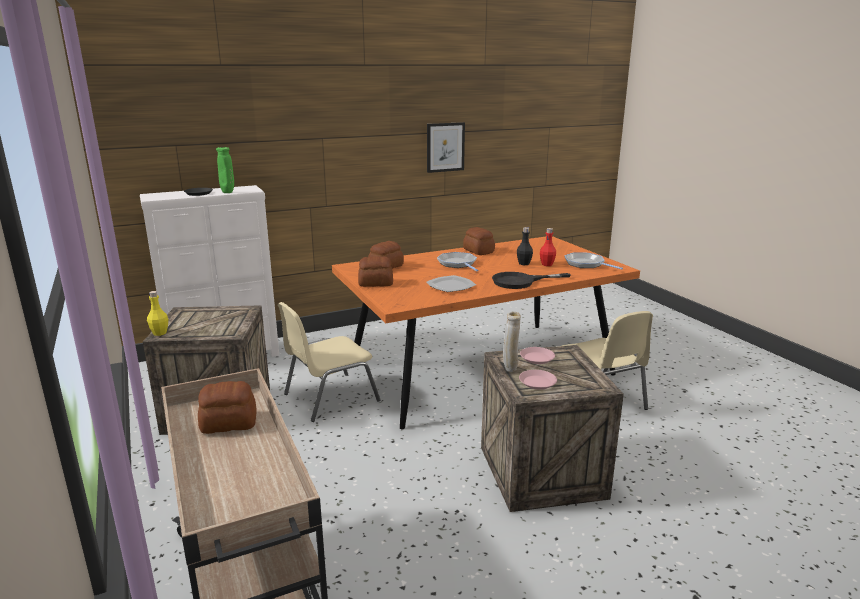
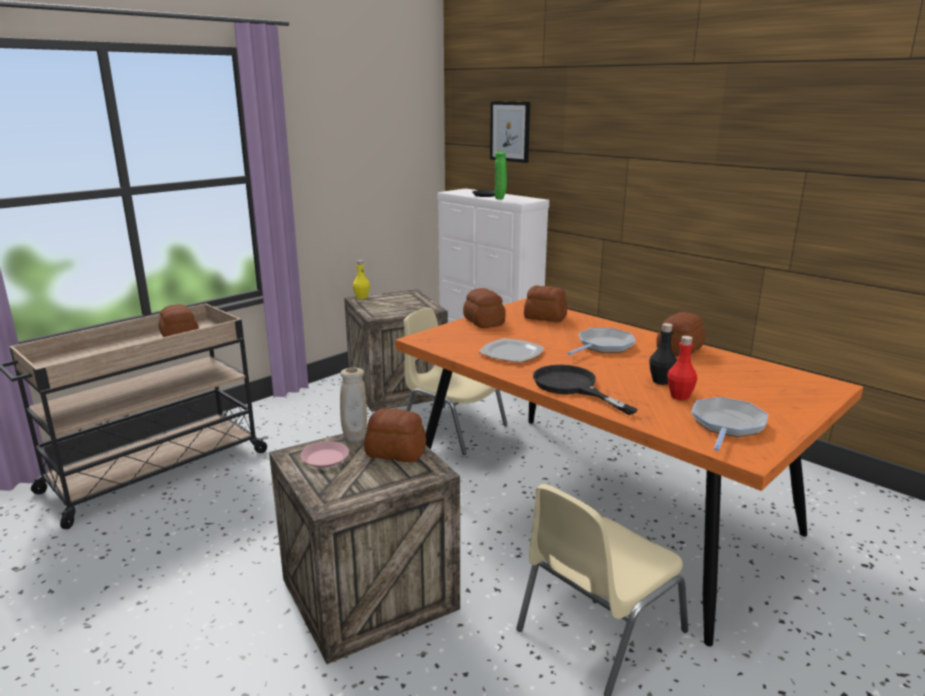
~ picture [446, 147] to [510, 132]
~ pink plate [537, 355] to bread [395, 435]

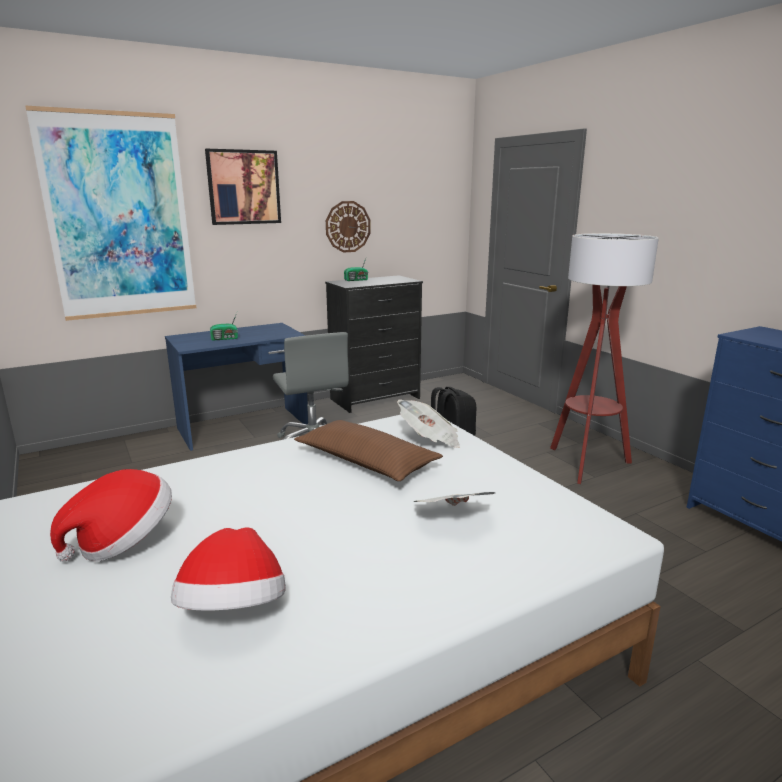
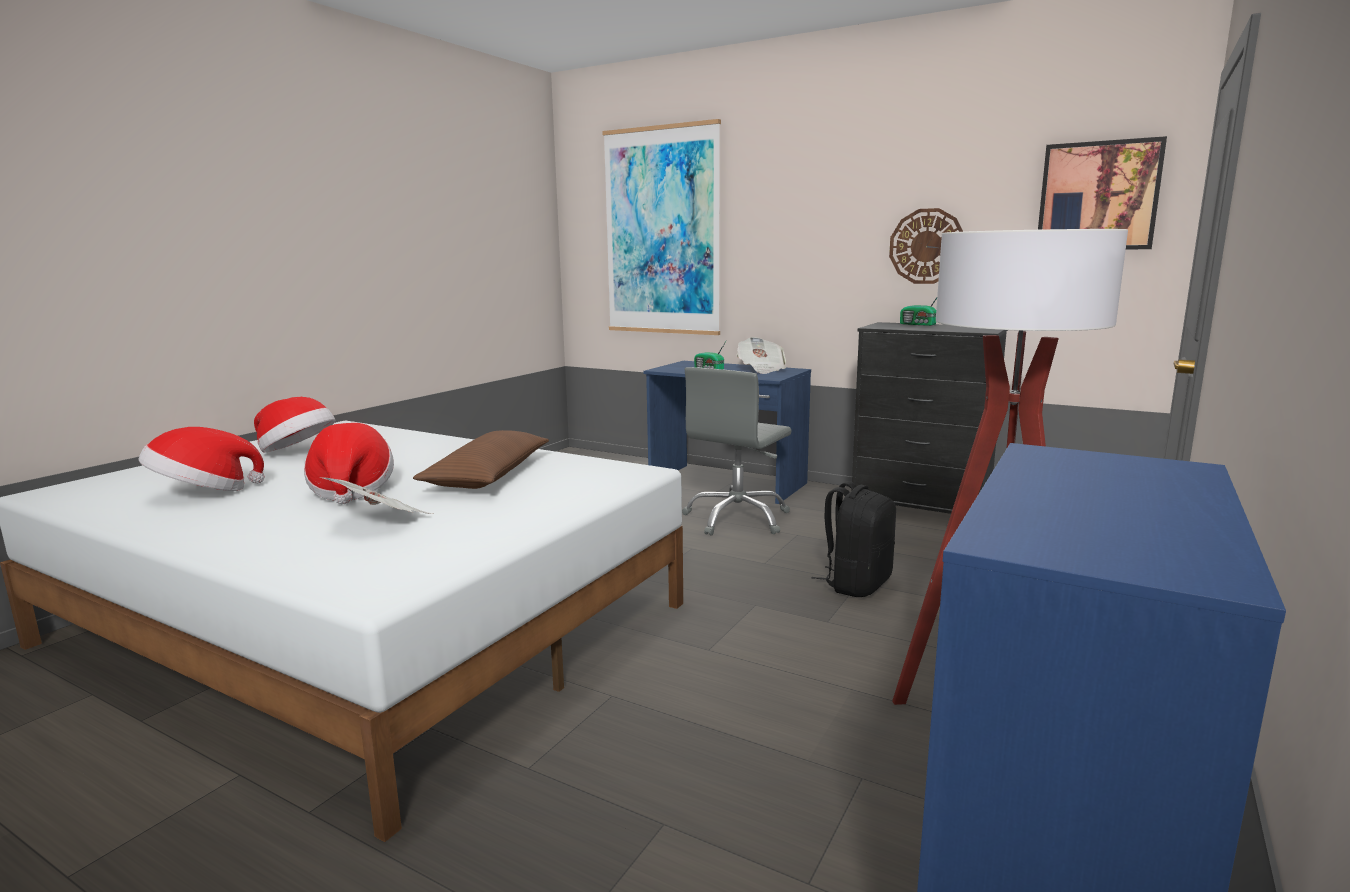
~ picture [243, 187] to [1102, 193]
~ newspaper [428, 423] to [761, 355]
+ hat [349, 463]

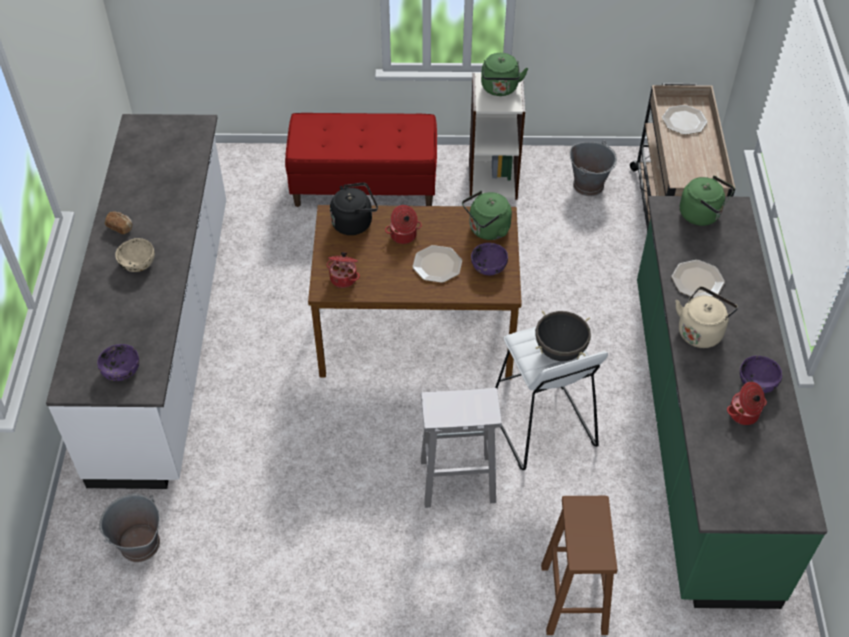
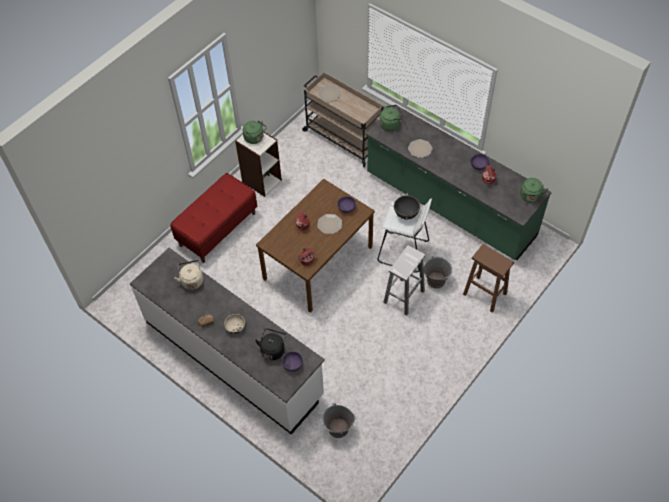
~ grey bucket [593, 168] to [438, 272]
~ black kettle [354, 208] to [270, 344]
~ green kettle [487, 215] to [534, 190]
~ beige kettle [707, 317] to [188, 275]

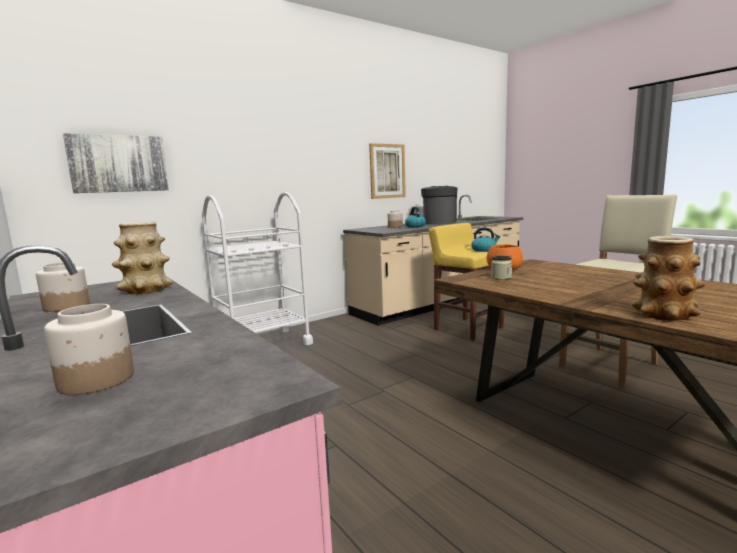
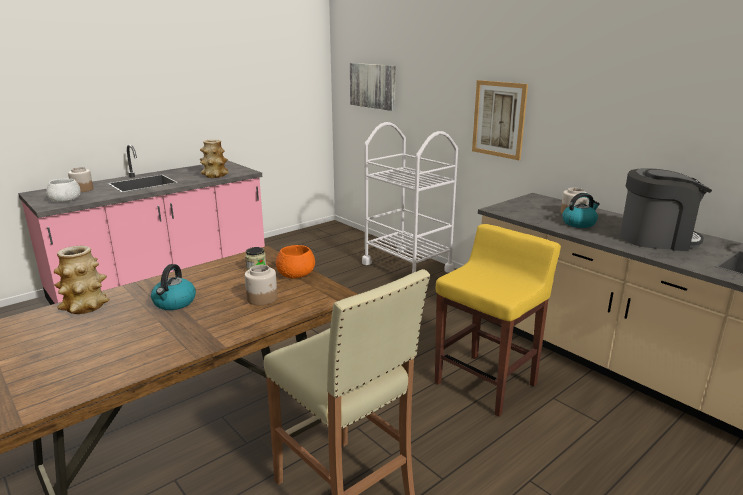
~ picture [387, 171] to [500, 120]
~ kettle [485, 239] to [173, 287]
~ jar [63, 287] to [261, 285]
+ white bowl [63, 191]

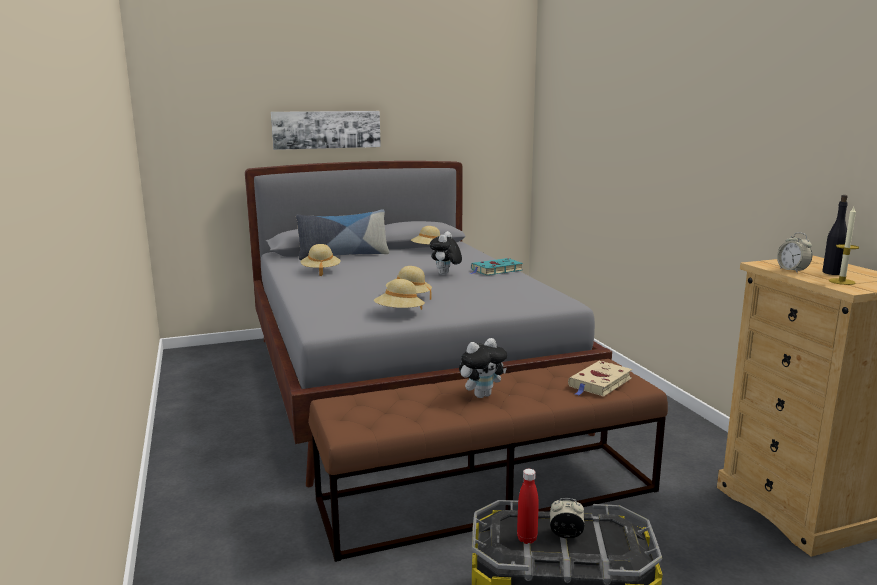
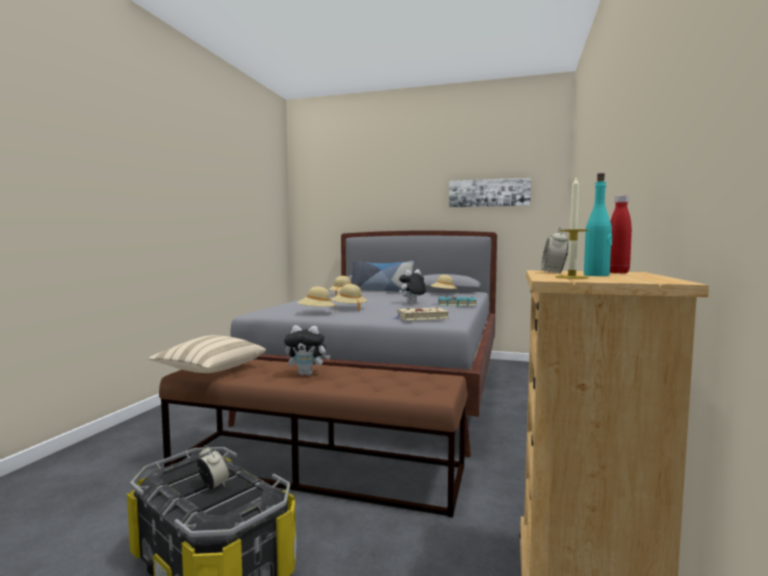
~ picture [326, 130] to [490, 192]
~ black bottle [835, 235] to turquoise bottle [598, 224]
~ beige book [600, 379] to [420, 314]
~ red bottle [528, 506] to [621, 234]
+ beige pillow [207, 354]

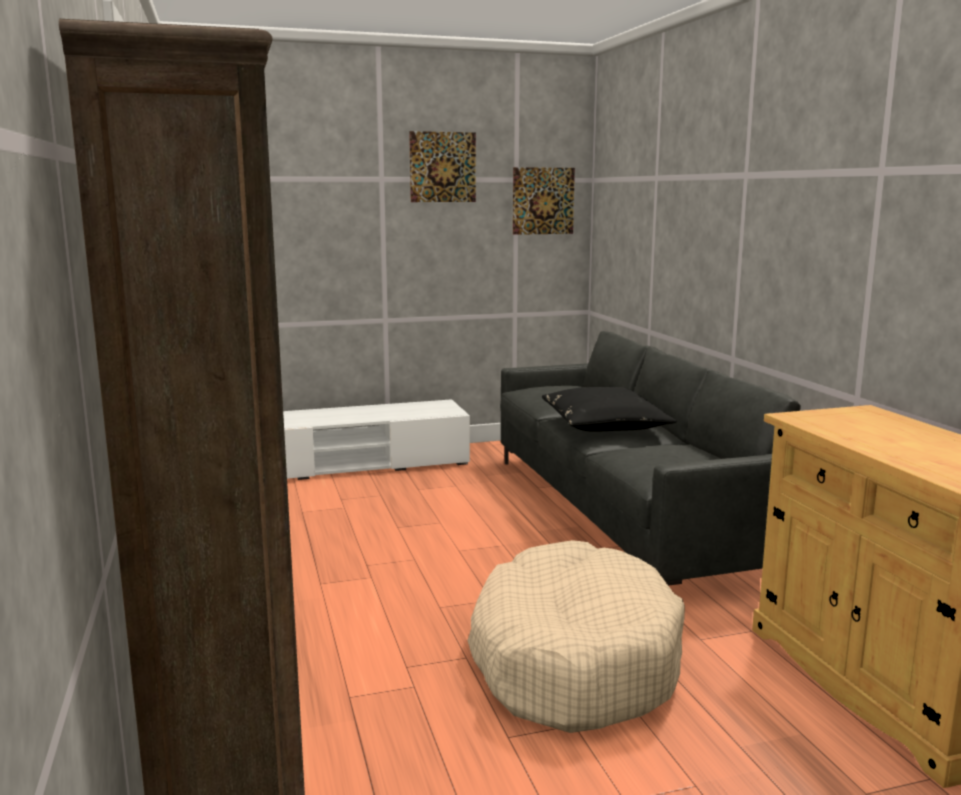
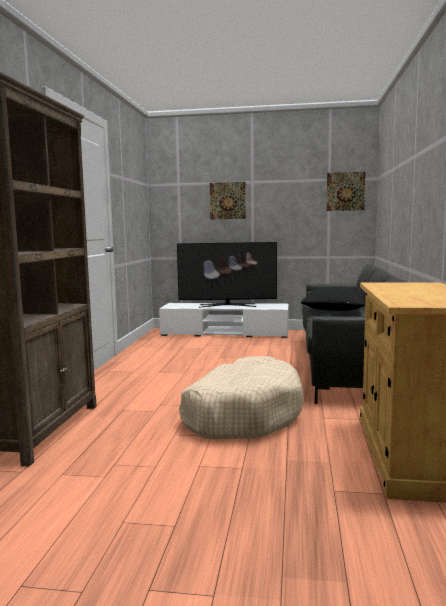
~ picture [442, 166] to [228, 200]
+ television [227, 275]

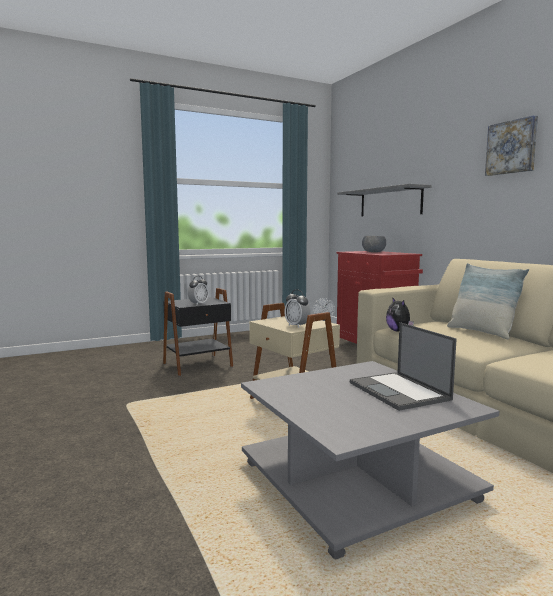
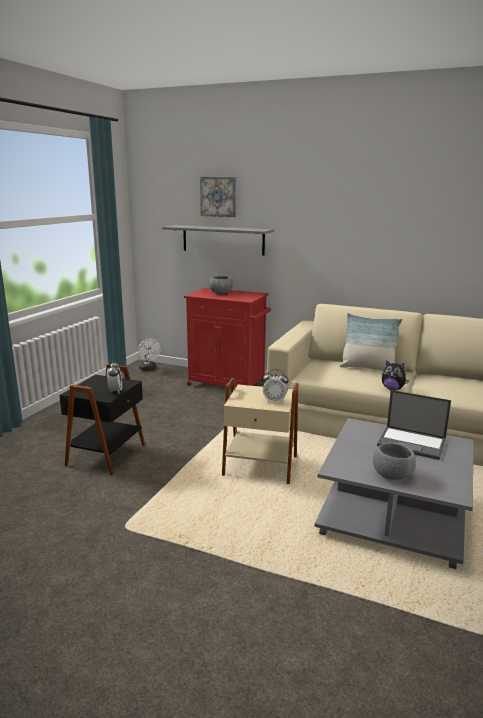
~ picture [511, 145] to [218, 197]
~ plush toy [400, 314] to [395, 375]
+ grey bowl [394, 461]

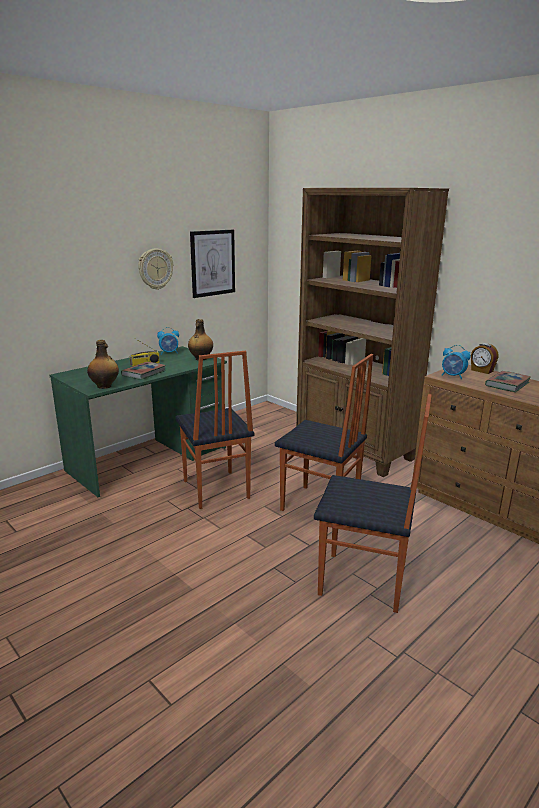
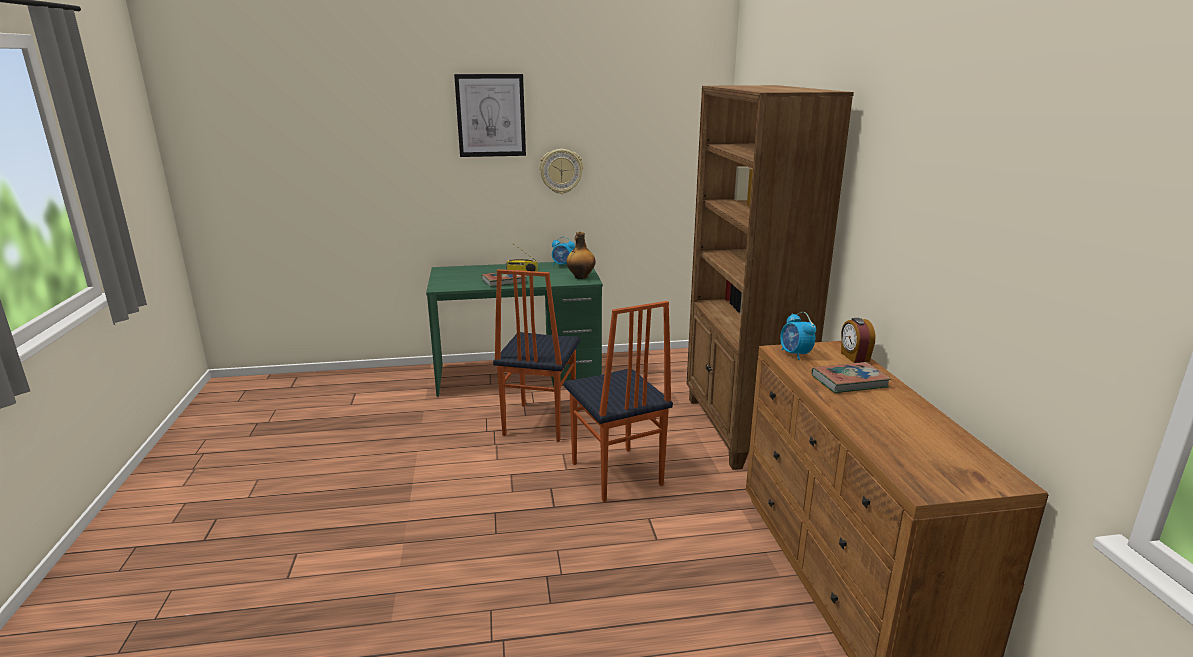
~ picture [212, 264] to [490, 115]
- bottle [103, 364]
- chair [373, 503]

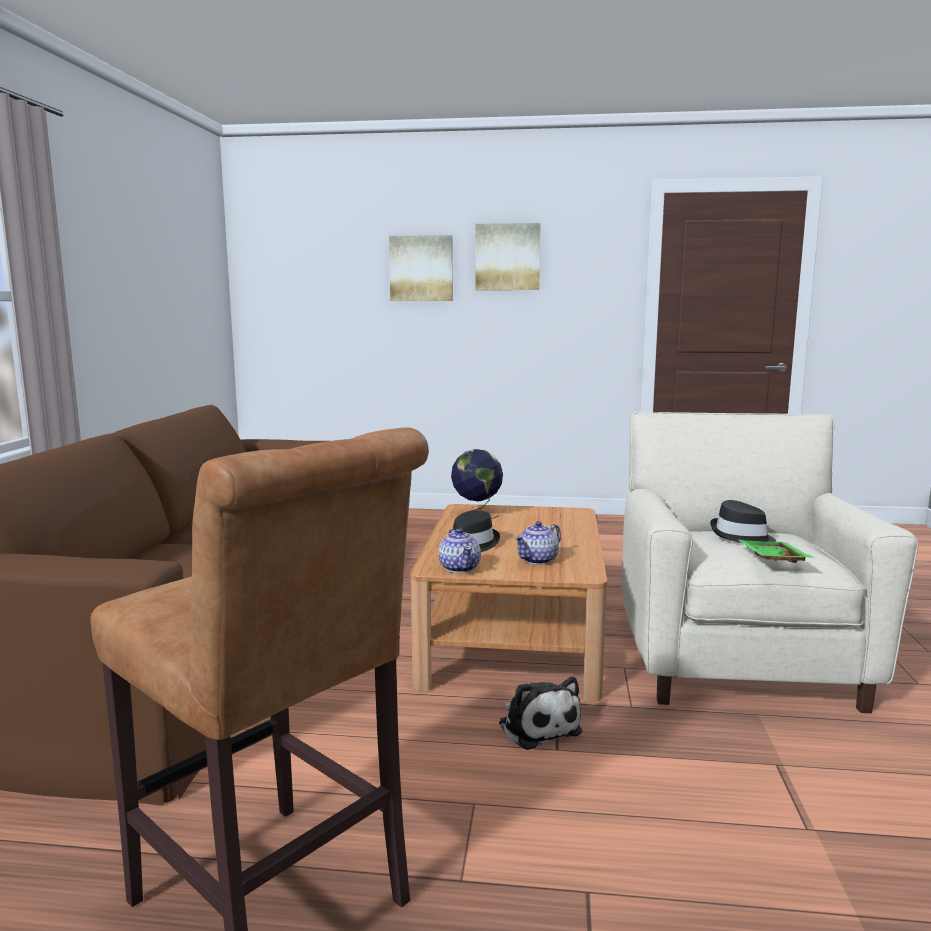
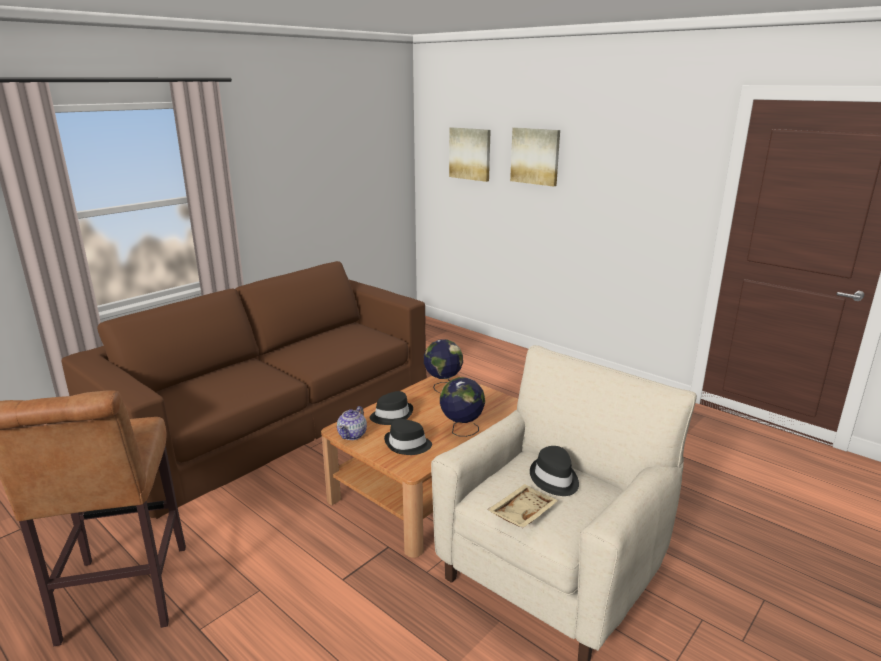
~ picture [507, 256] to [470, 154]
~ teapot [538, 543] to black hat [408, 437]
~ green tray [777, 551] to beige tray [523, 506]
- plush toy [540, 713]
+ globe [462, 407]

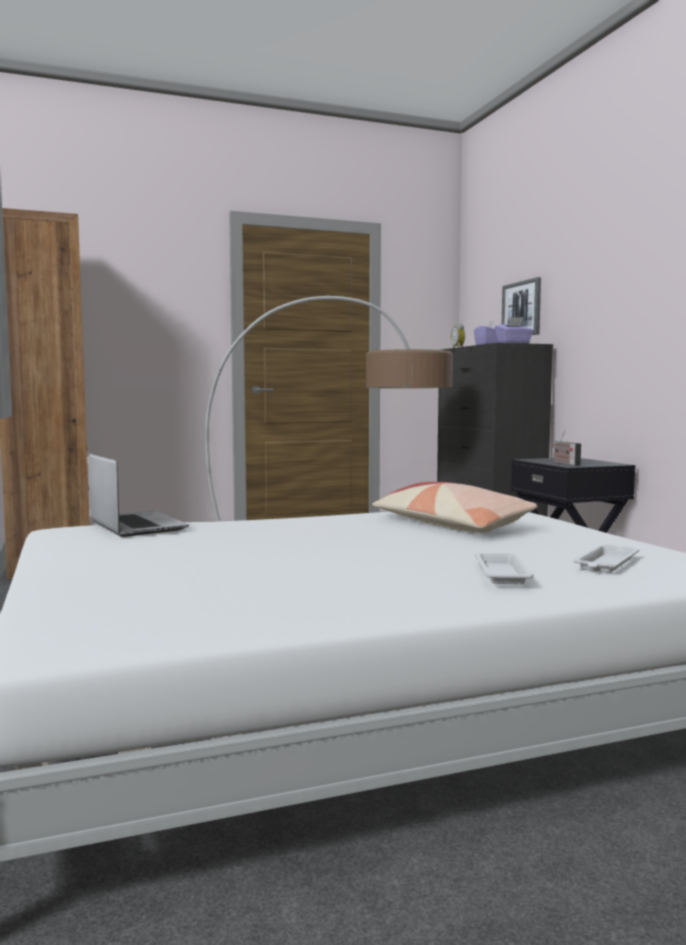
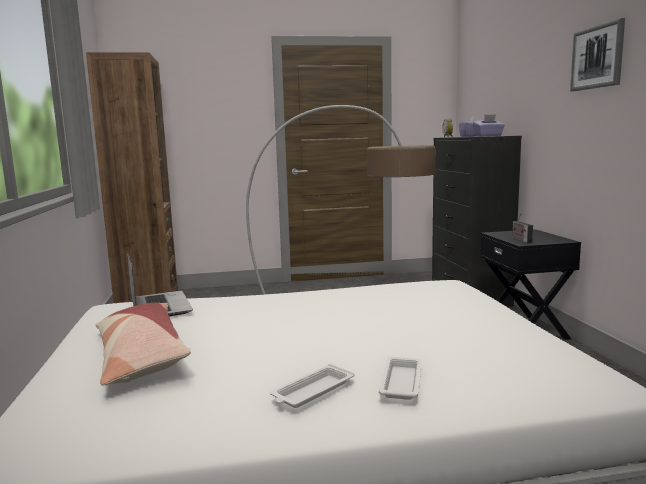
~ picture [521, 306] to [597, 55]
~ pillow [455, 507] to [143, 344]
~ white tray [606, 558] to [312, 386]

